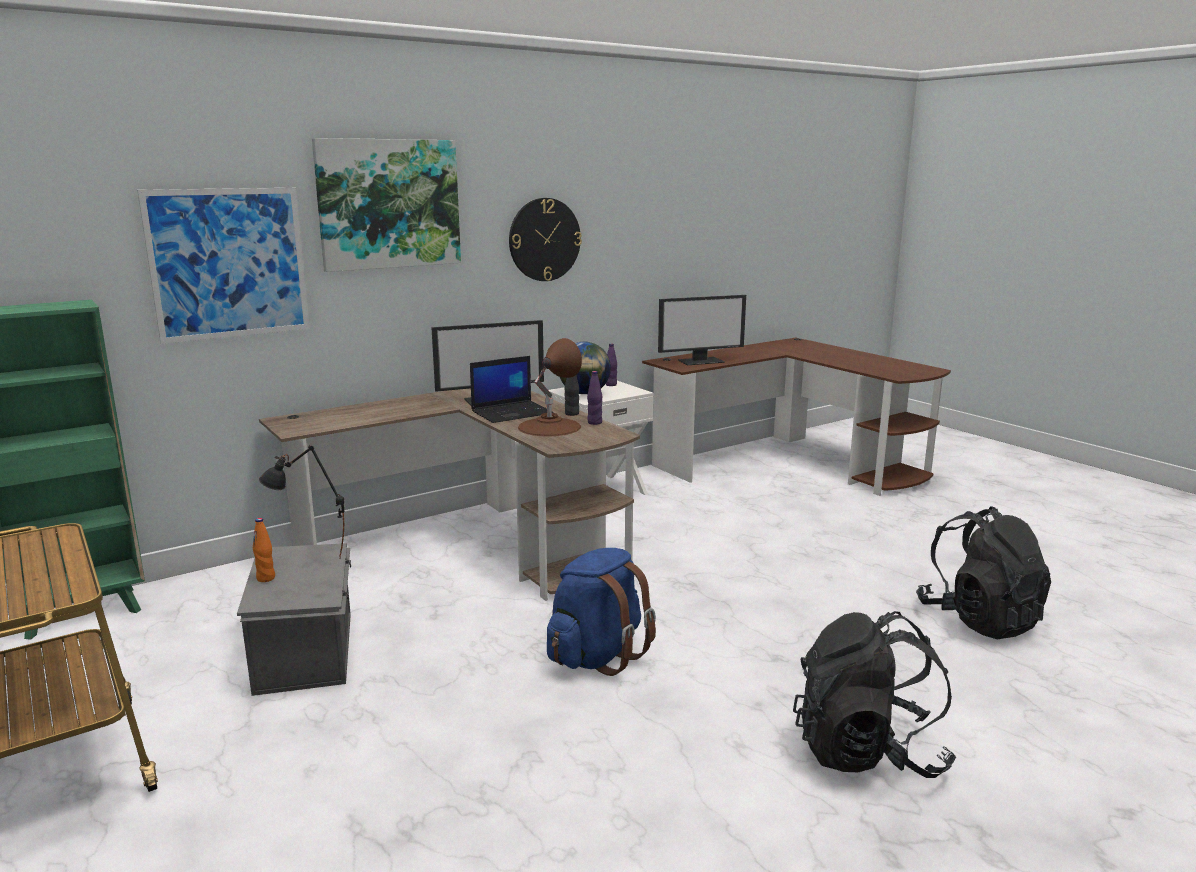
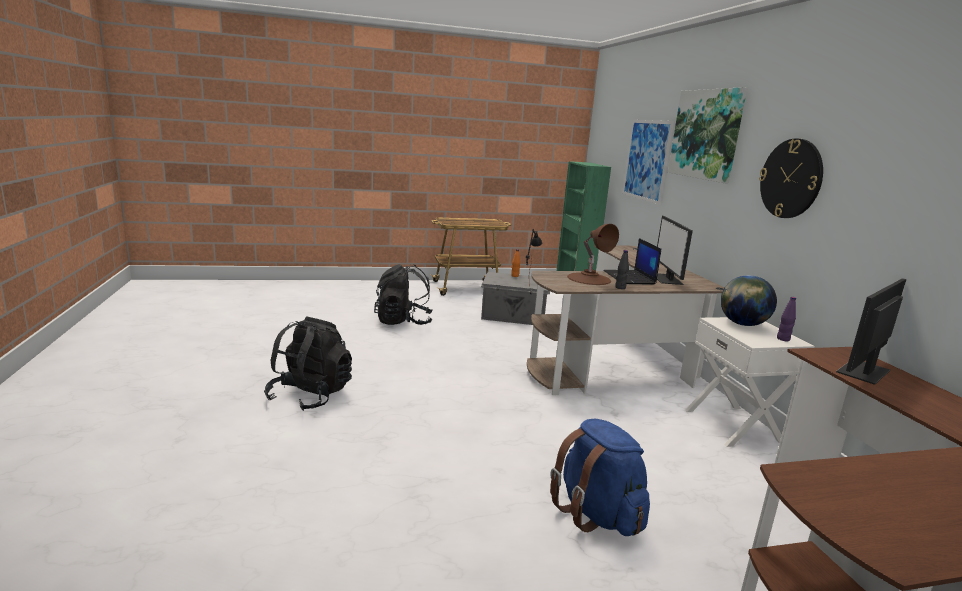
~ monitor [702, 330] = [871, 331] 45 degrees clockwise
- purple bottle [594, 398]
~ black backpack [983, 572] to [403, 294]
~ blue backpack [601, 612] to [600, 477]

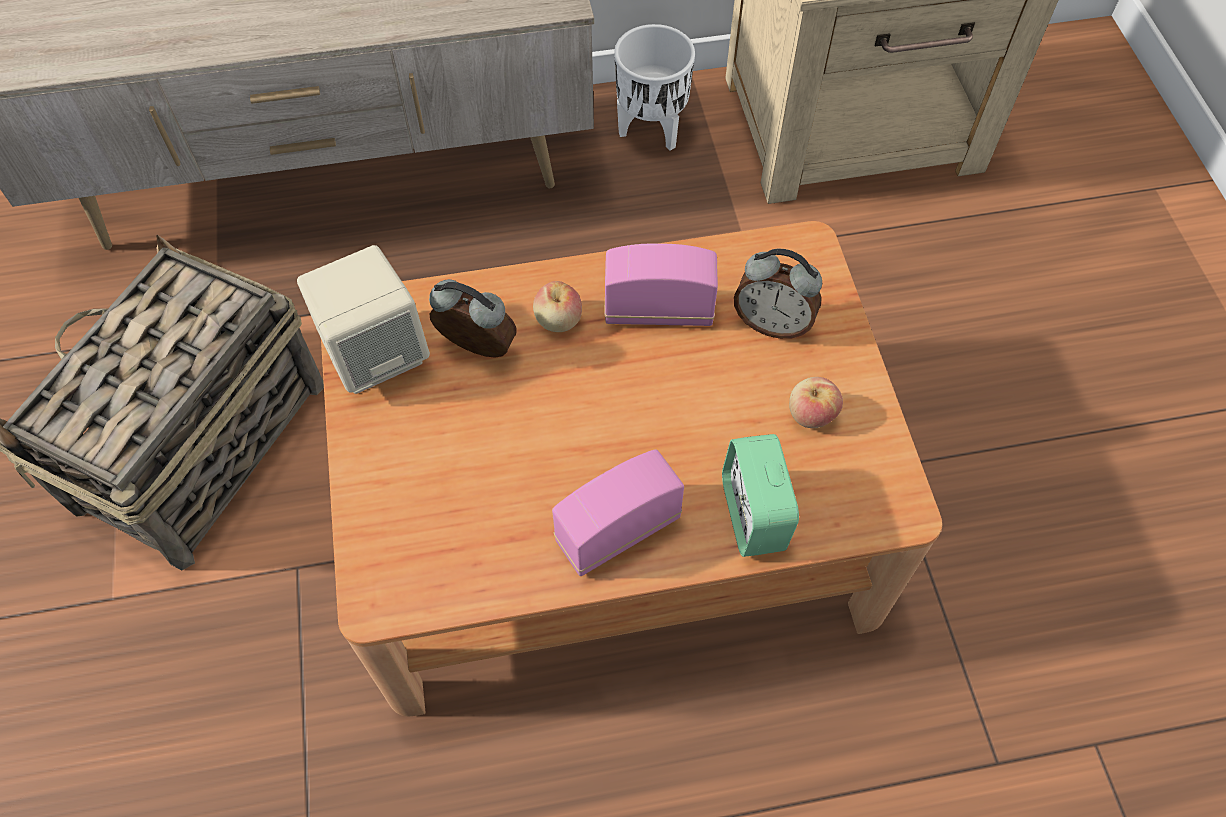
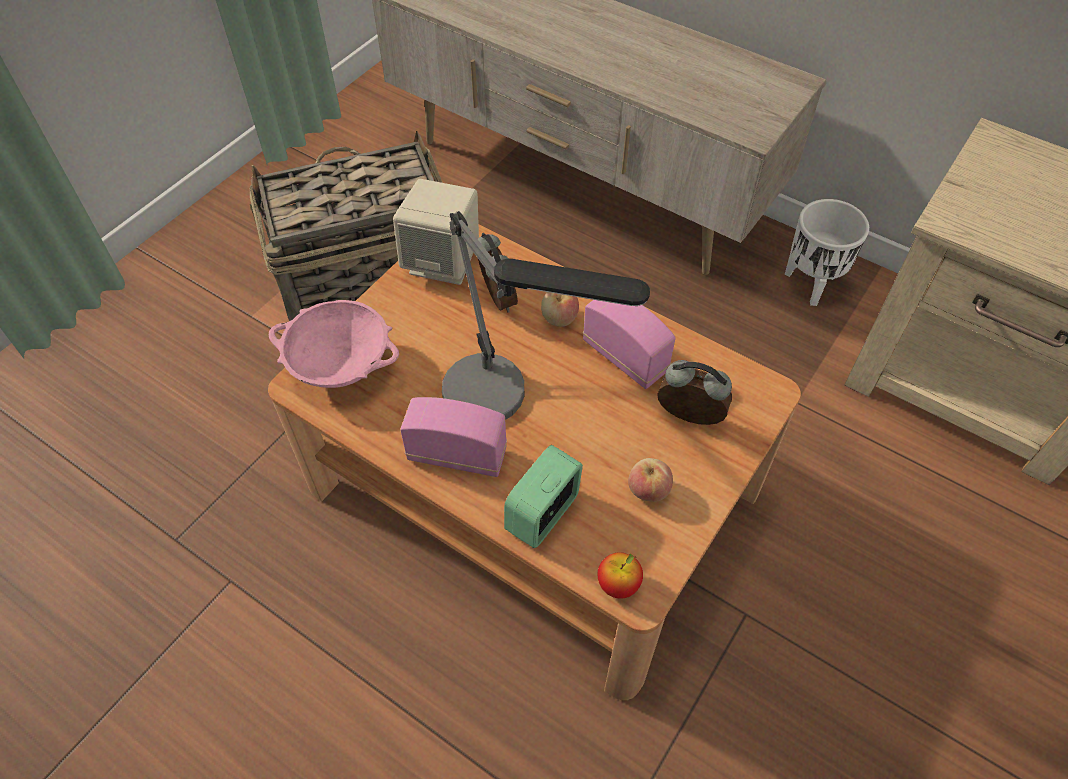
~ alarm clock [778, 293] = [694, 392] 135 degrees clockwise
+ table lamp [546, 315]
+ pink bowl [334, 344]
+ apple [620, 575]

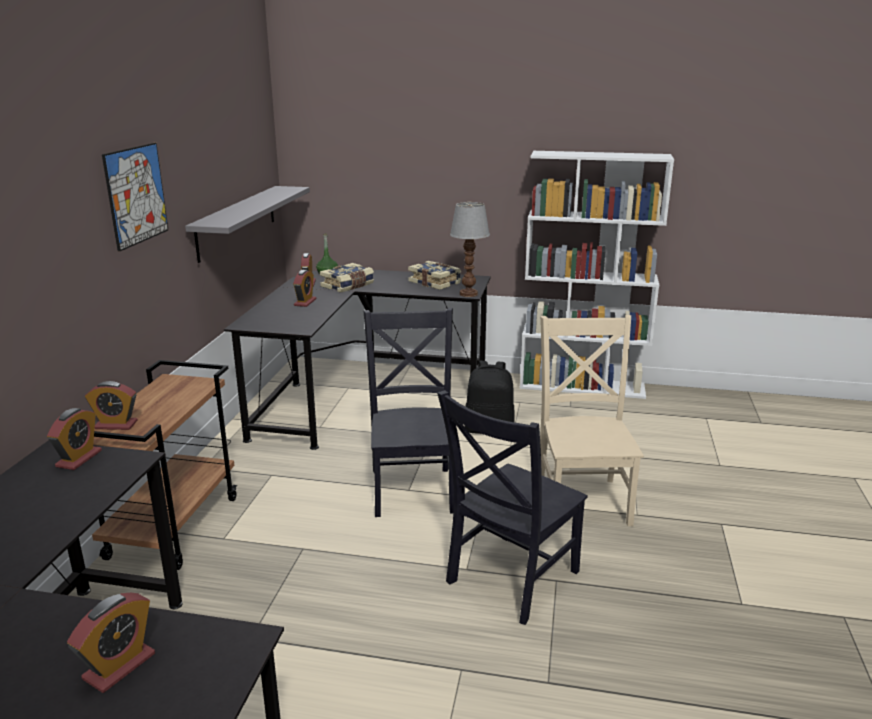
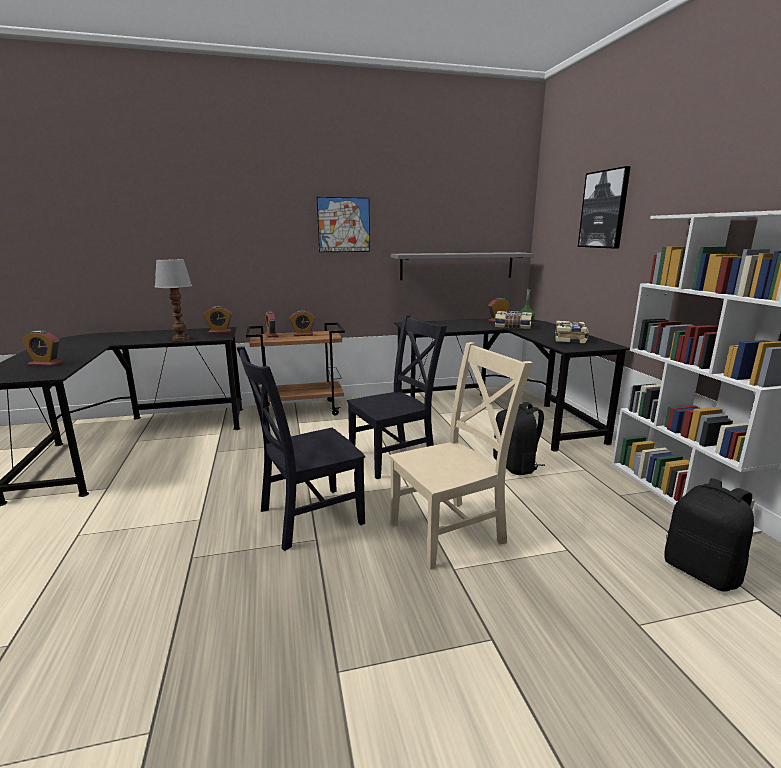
~ table lamp [470, 249] to [173, 300]
~ alarm clock [305, 288] to [302, 323]
~ black chair [512, 507] = [300, 448] 45 degrees counterclockwise
+ picture [604, 207]
+ black backpack [709, 535]

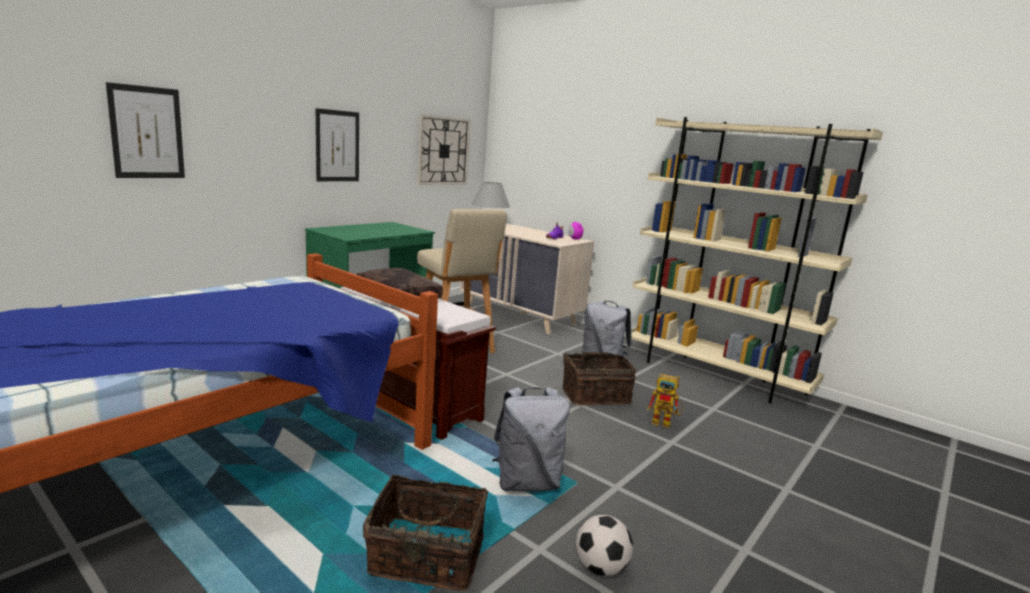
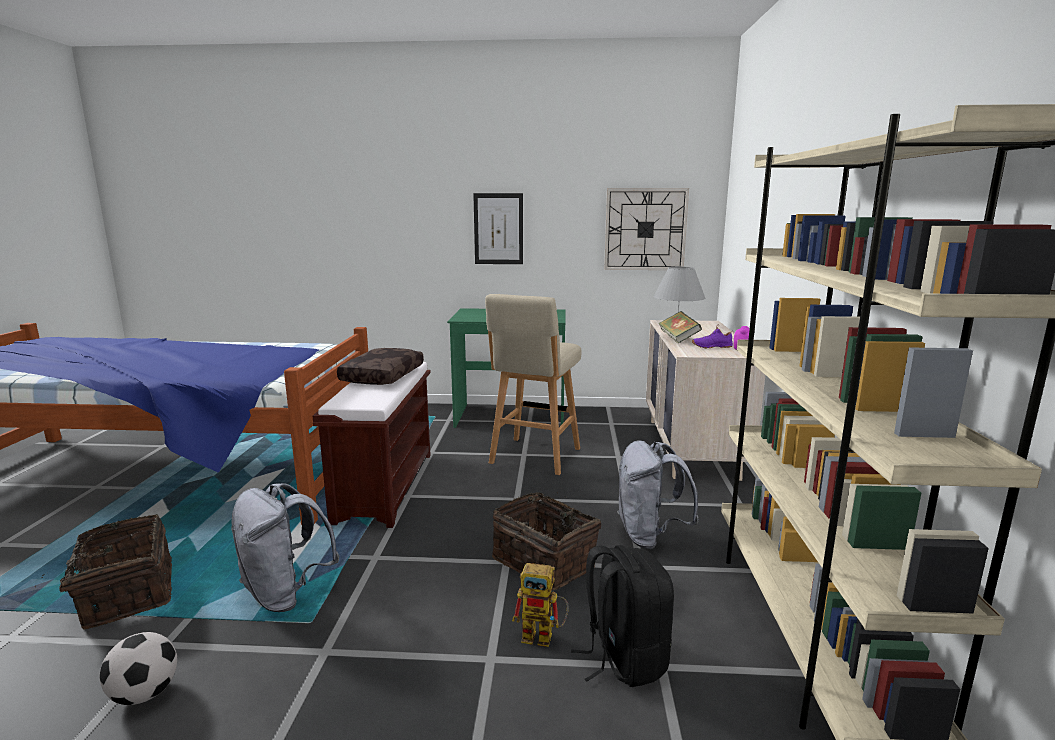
- picture [145, 130]
~ toy robot [665, 401] = [540, 605] 60 degrees counterclockwise
+ book [680, 327]
+ black backpack [622, 616]

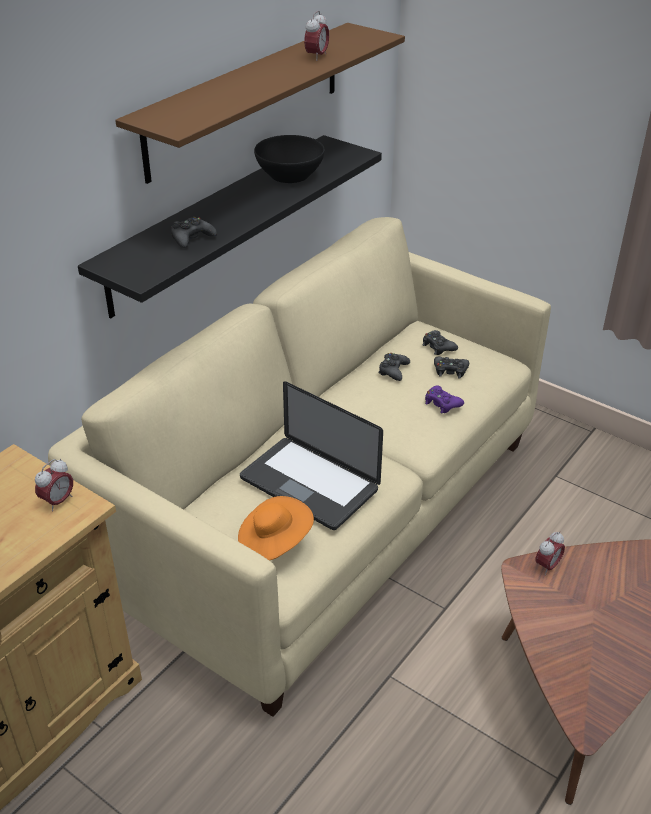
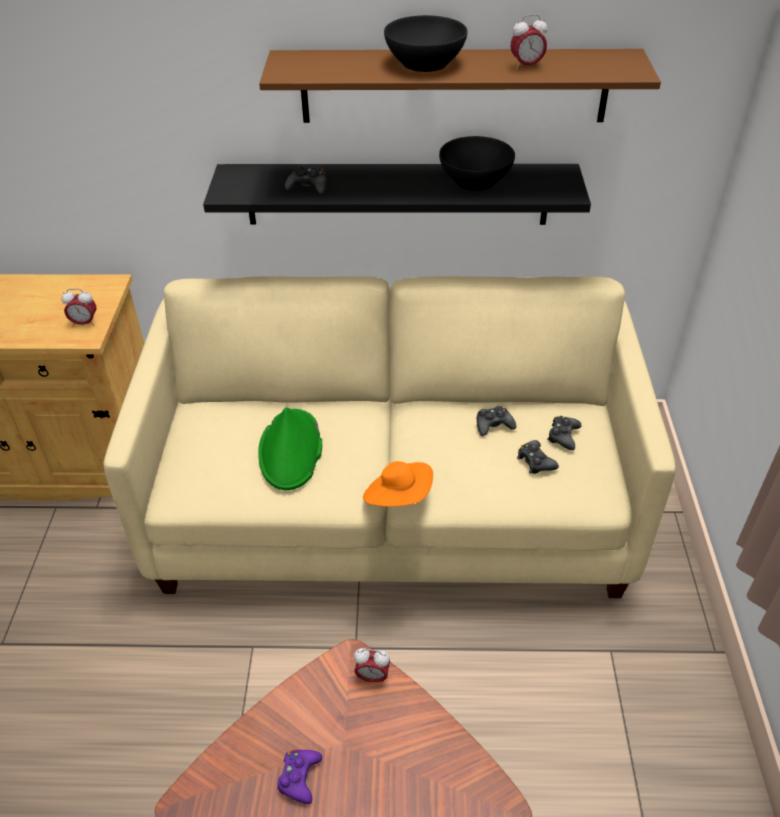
~ laptop [311, 455] to green hat [290, 448]
~ purple game controller [444, 399] to [299, 777]
~ orange hat [276, 528] to [398, 484]
+ black bowl [426, 43]

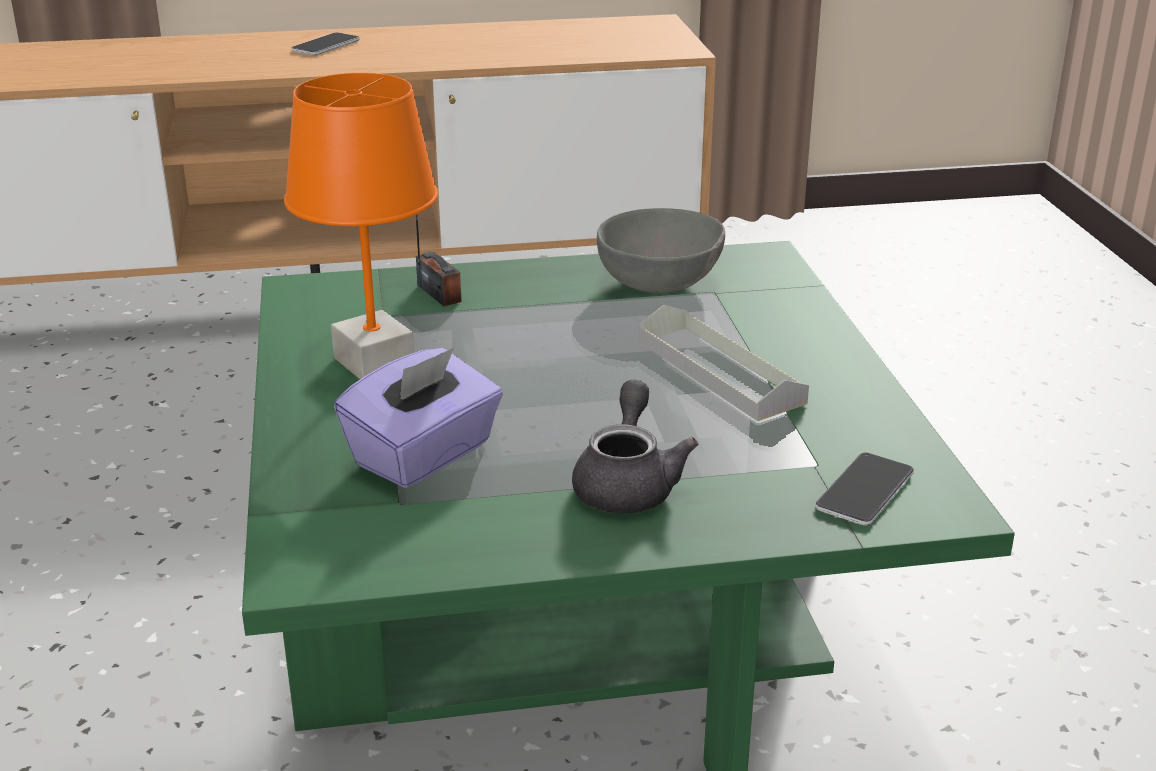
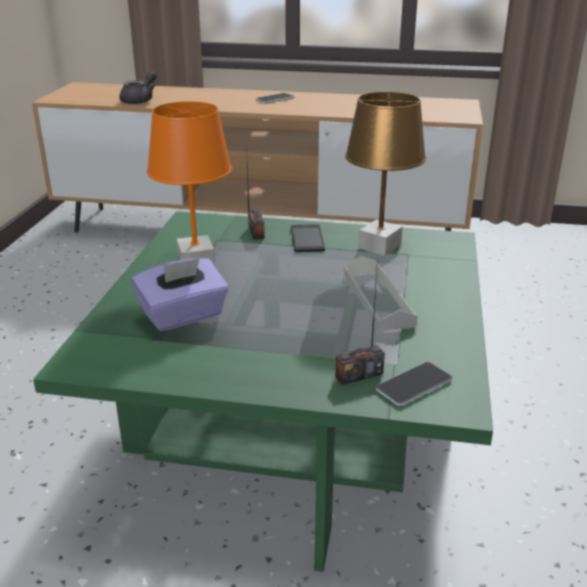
~ grey bowl [661, 250] to brown table lamp [385, 174]
~ grey teapot [635, 447] to [137, 87]
+ phone [308, 238]
+ radio [360, 321]

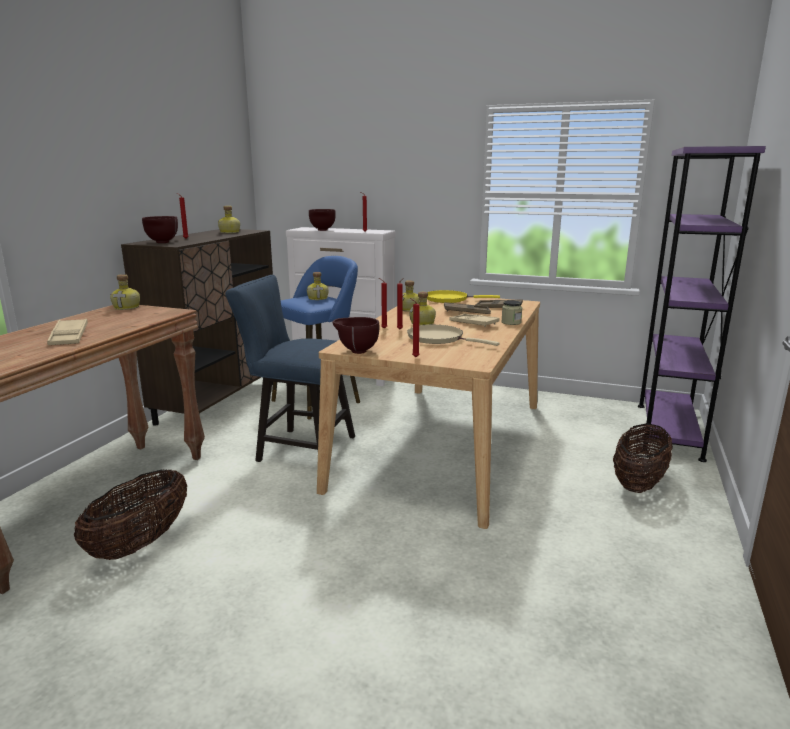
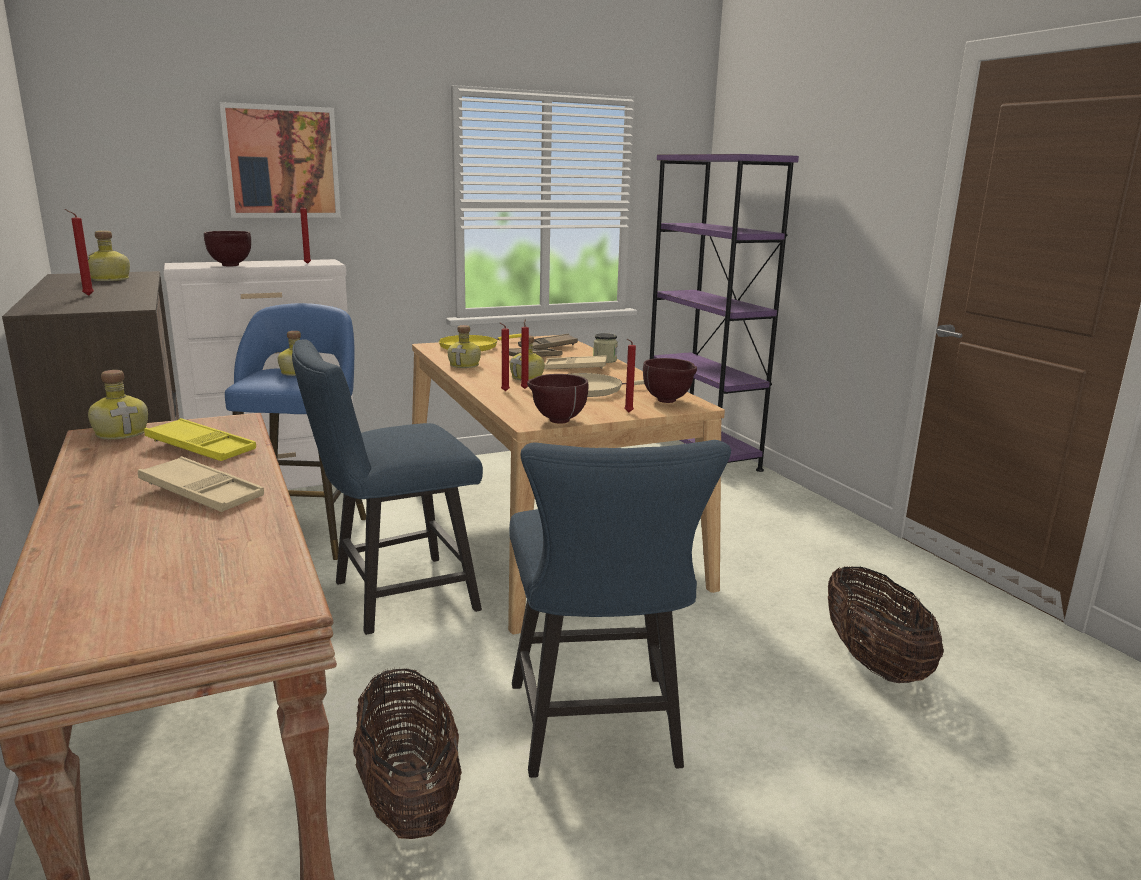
~ brown bowl [160, 229] to [670, 380]
~ basket [643, 458] to [886, 624]
+ picture [280, 160]
+ yellow tray [200, 439]
+ blue chair [620, 609]

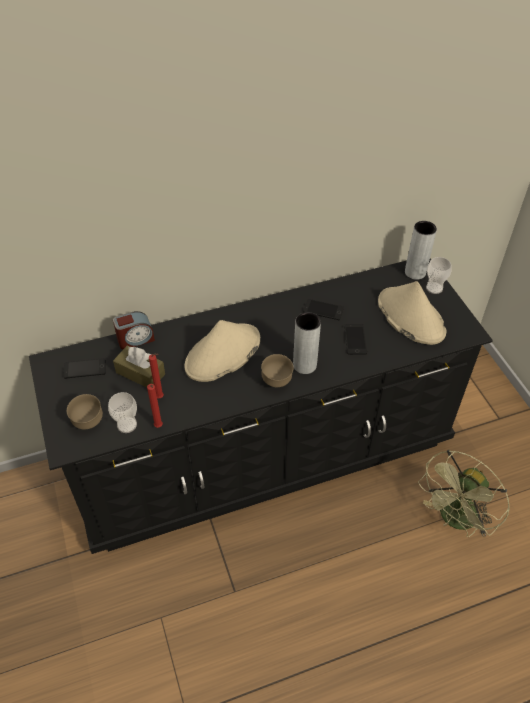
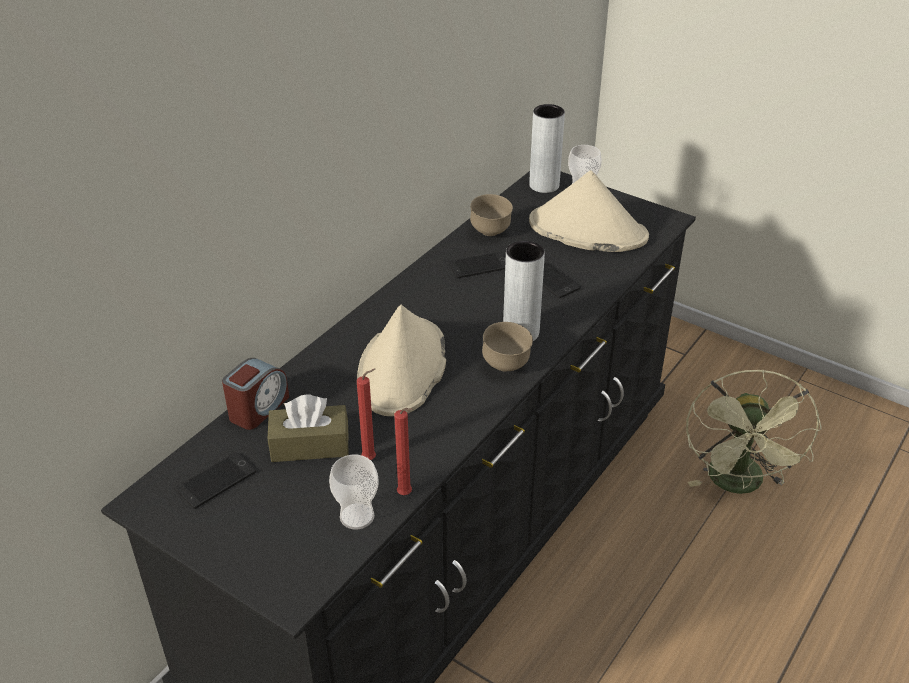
~ brown bowl [85, 412] to [491, 215]

